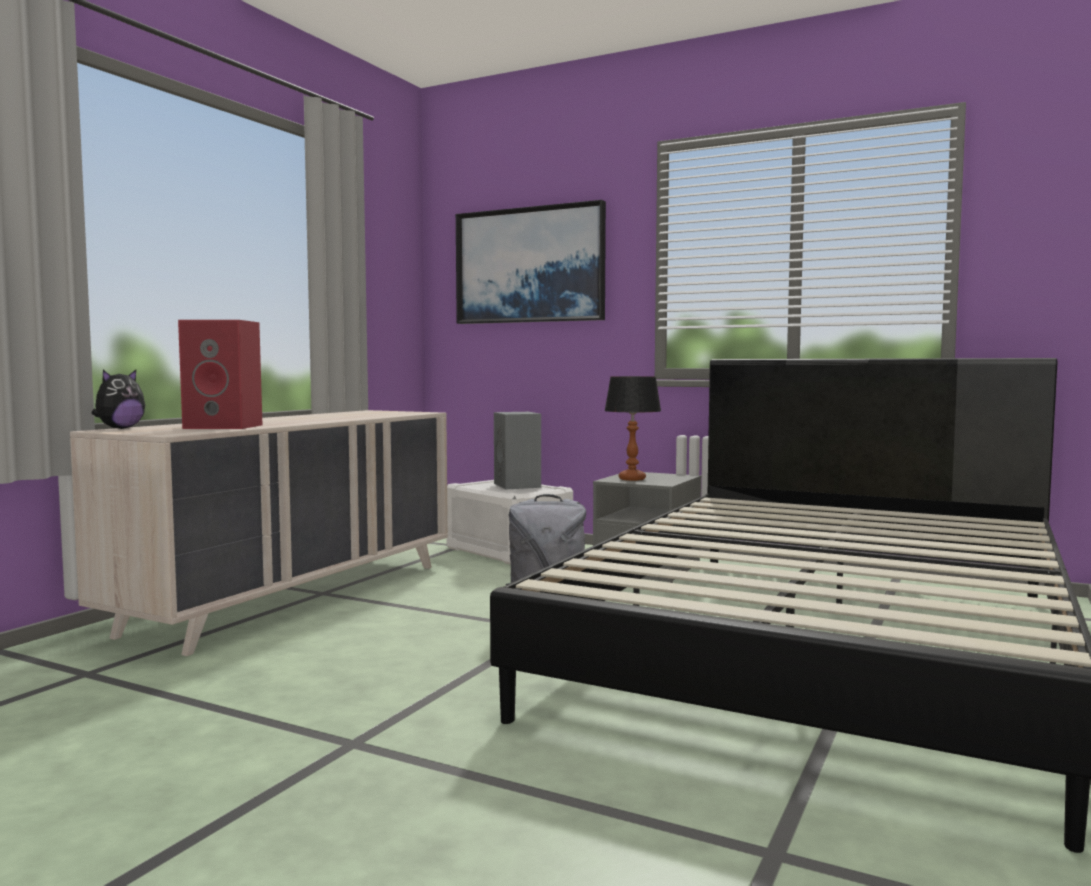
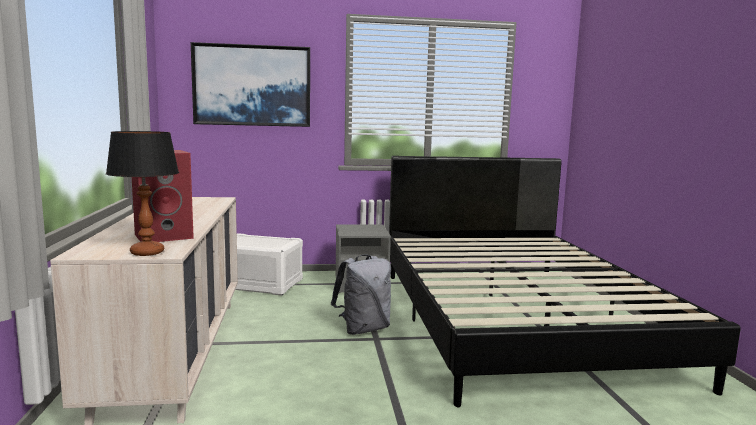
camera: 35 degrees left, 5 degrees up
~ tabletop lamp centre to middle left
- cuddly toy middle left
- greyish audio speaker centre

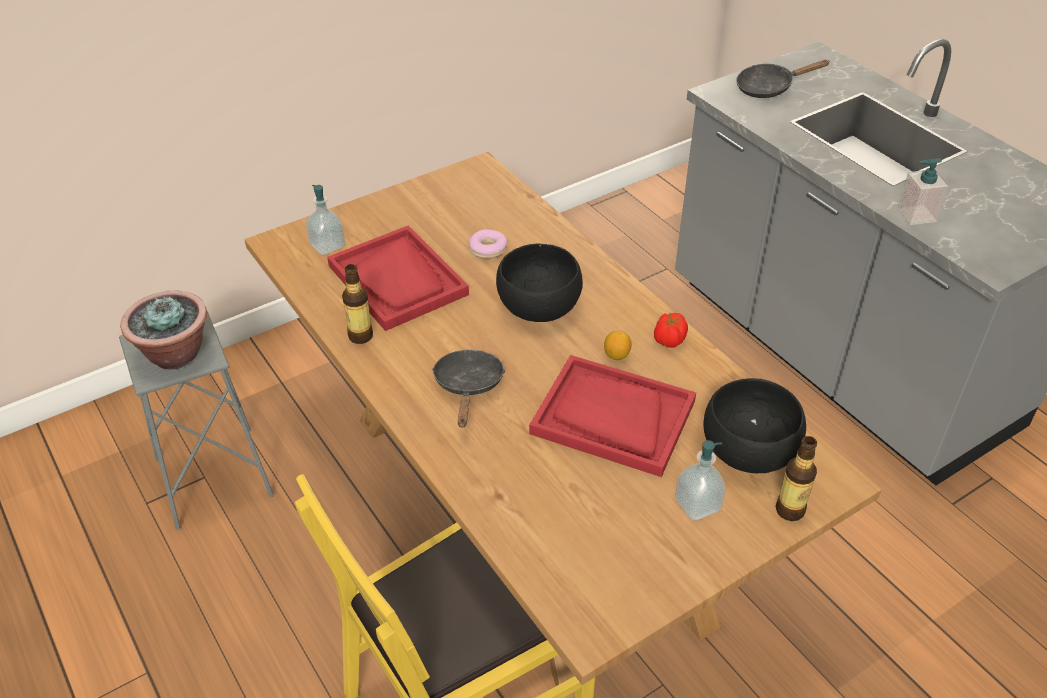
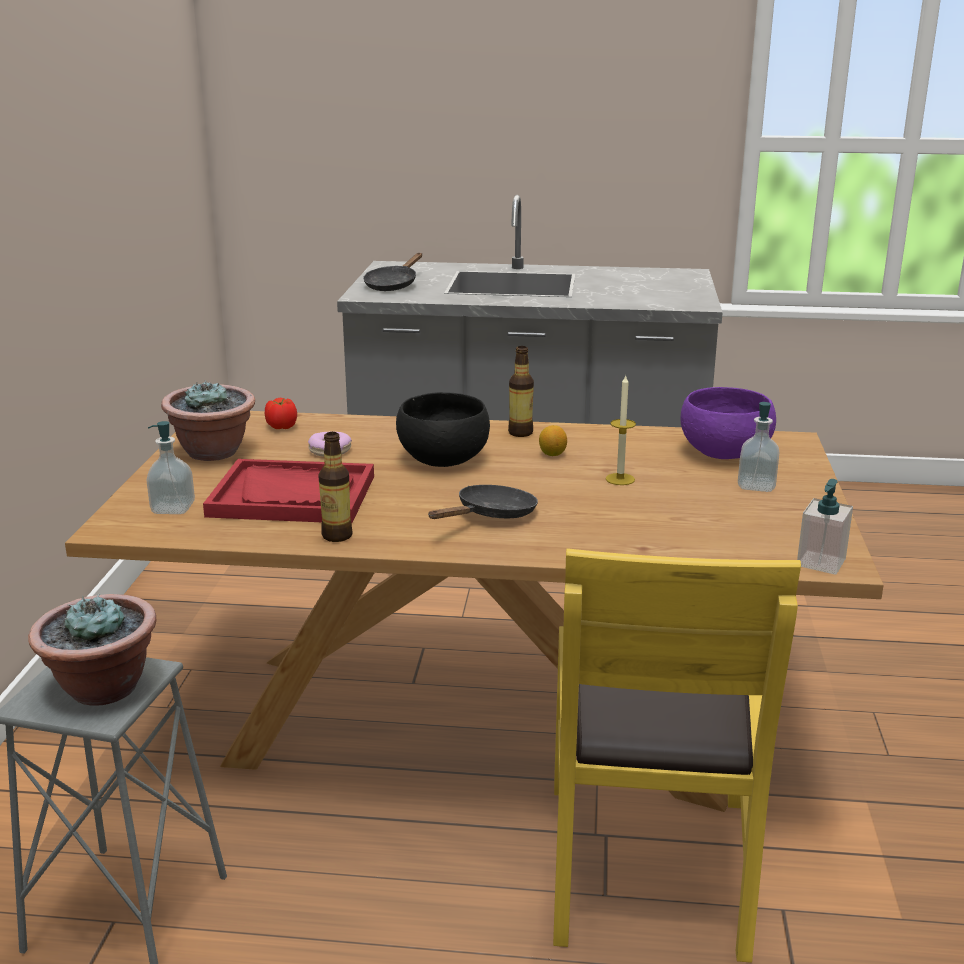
camera: 50 degrees left, 20 degrees down
+ plant in a pot (2nd from left) middle left
~ fresh tomato centre to middle left
~ black pan (1st from left in the first image) centre = centre 90 degrees clockwise
~ beverage bottle (2nd from left) bottom right to centre
~ red tray (2nd from left) centre to wax candle centre
~ black bowl (2nd from left) middle right to purple-coloured bowl middle right
~ soap bottle (3rd from left) top right to middle right

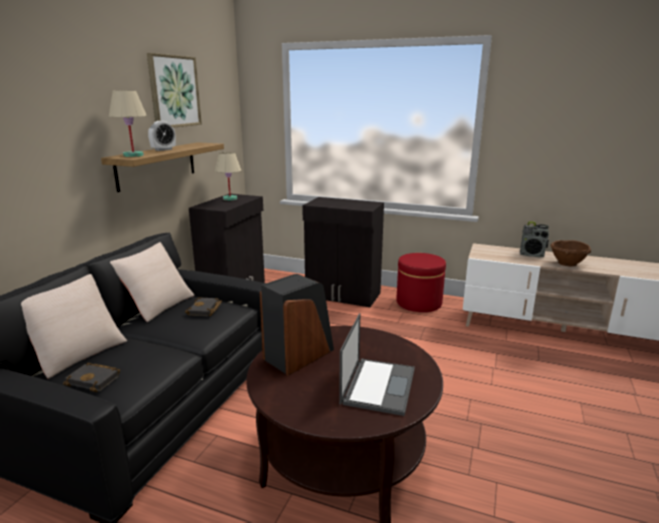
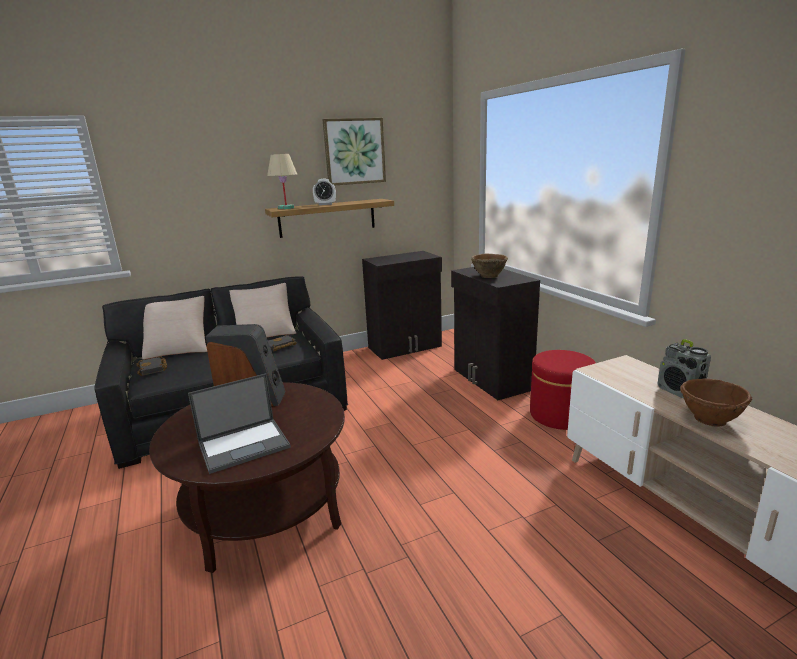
camera: 45 degrees right, 0 degrees up
+ brown-coloured bowl (1st from left) centre
- sand-coloured tabletop lamp (2nd from left) centre

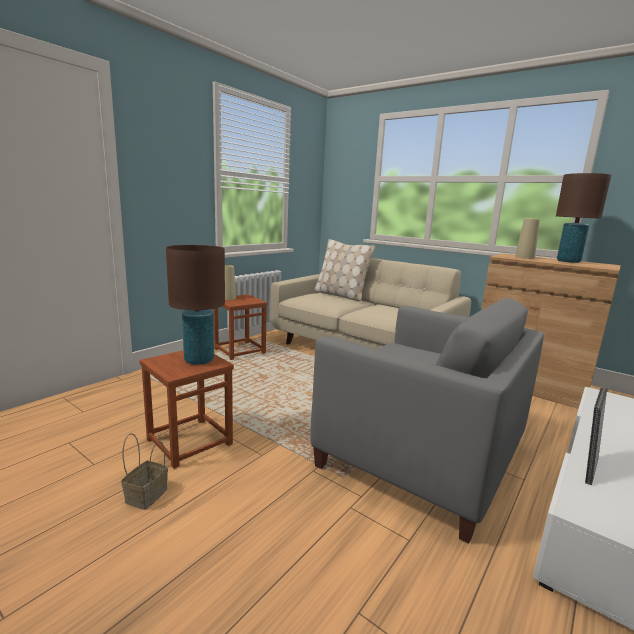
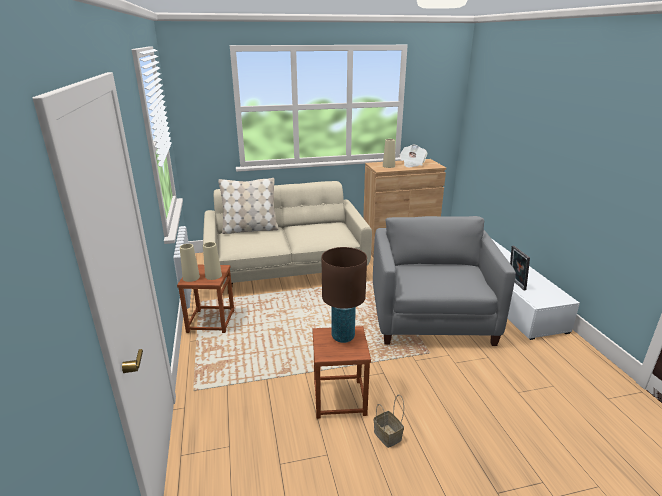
camera: 50 degrees left, 10 degrees up
+ sand-coloured flower vase (2nd from left) middle left
~ greyish armchair middle right = middle right 75 degrees counterclockwise
~ brown-coloured tabletop lamp (2nd from left) middle right to newspaper top centre

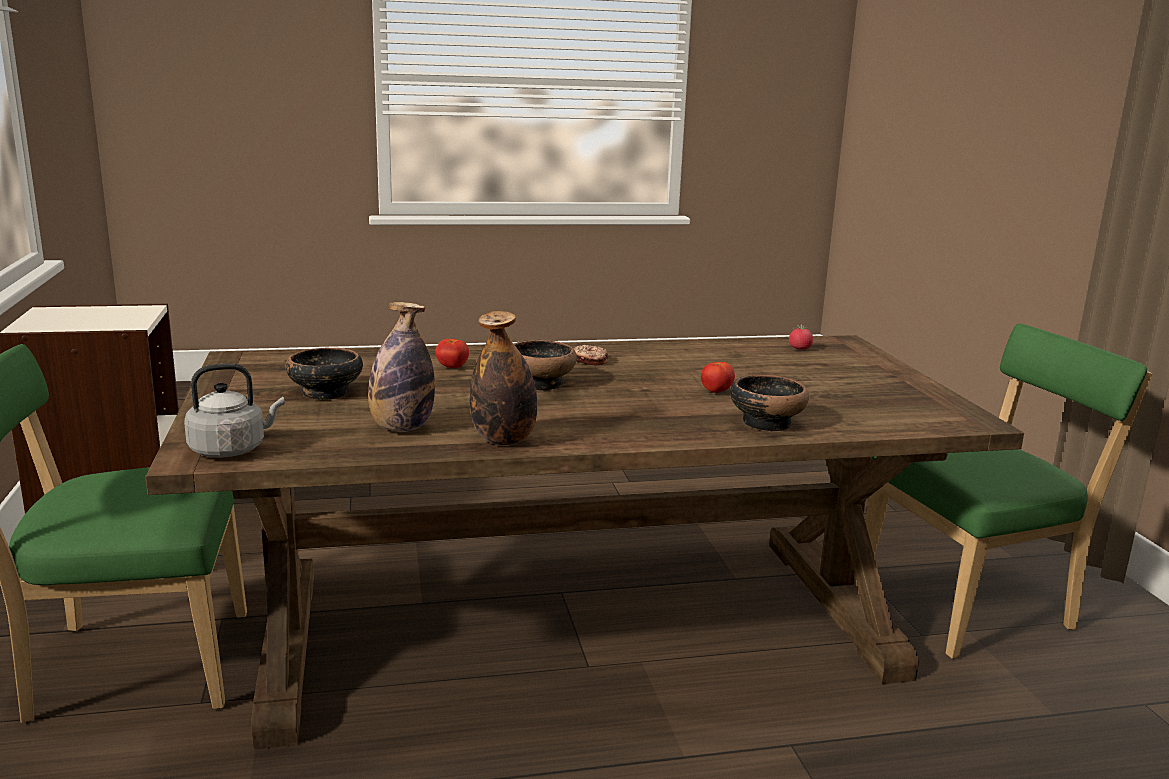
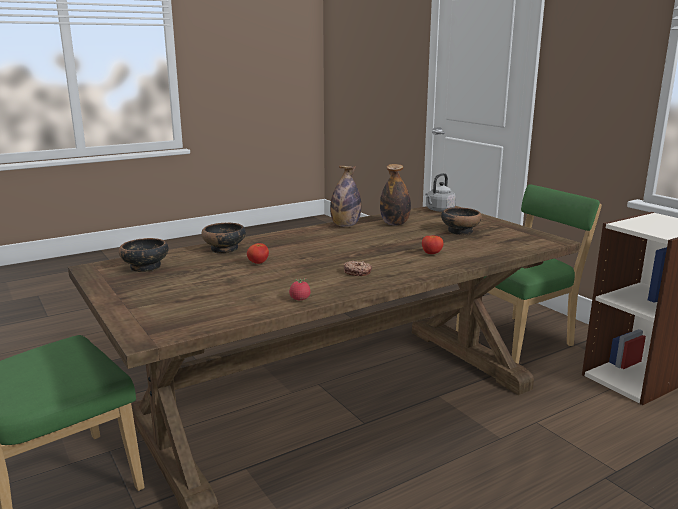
camera: 160 degrees right, 0 degrees up
~ bowl (2nd from left in the first image) centre to bowl (1st from left) middle left
~ fresh tomato (3rd from left in the first image) middle right to fresh tomato (2nd from left) centre

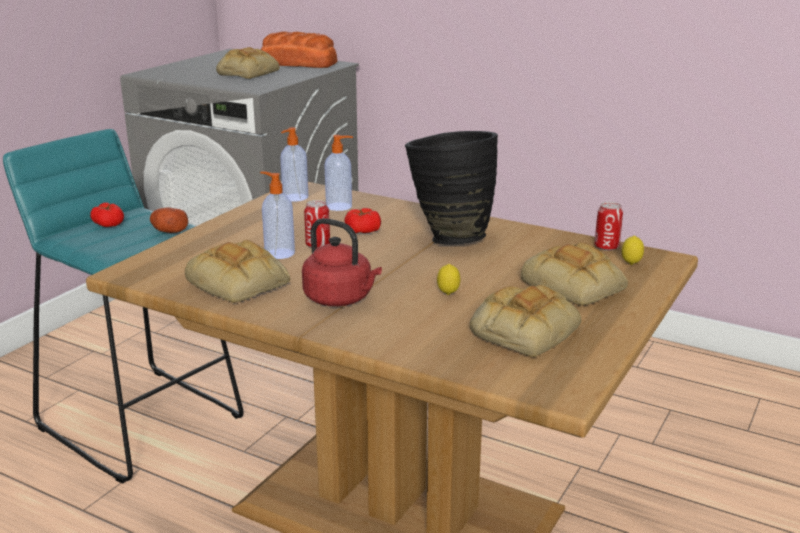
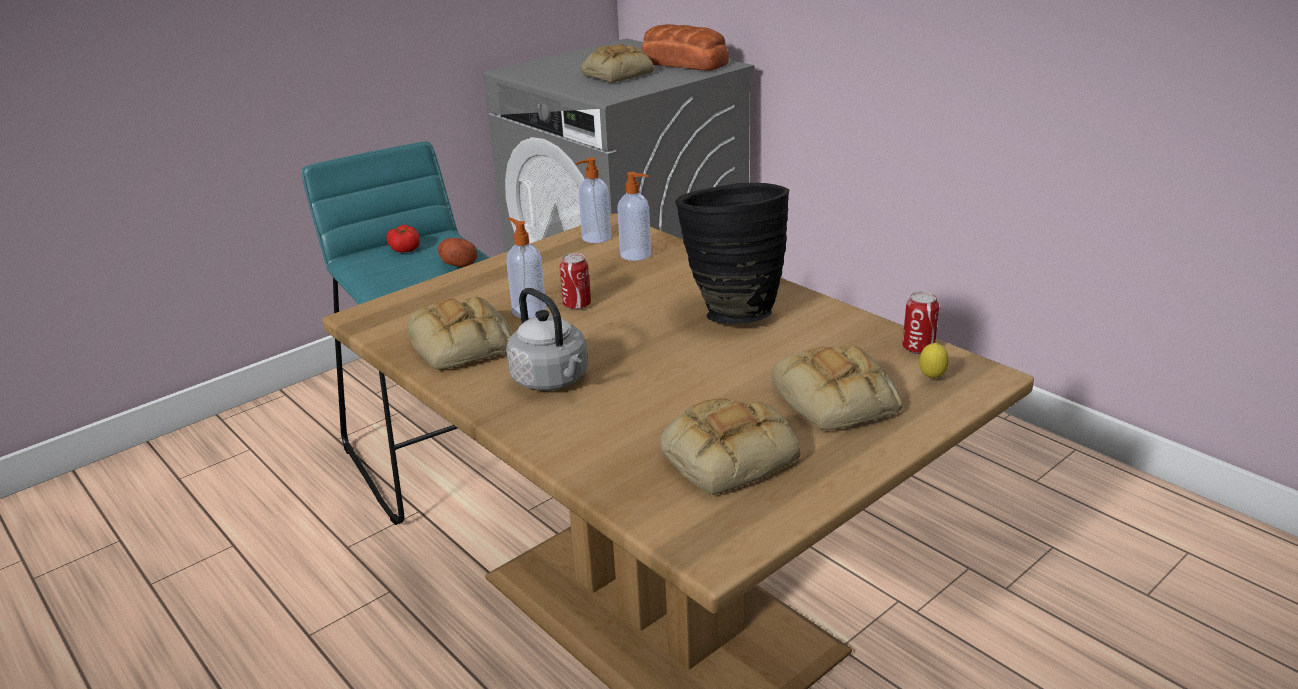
camera: 20 degrees right, 5 degrees up
~ red water kettle centre to greyish water kettle centre
- fresh tomato (2nd from left) centre
- lemon (1st from left) centre

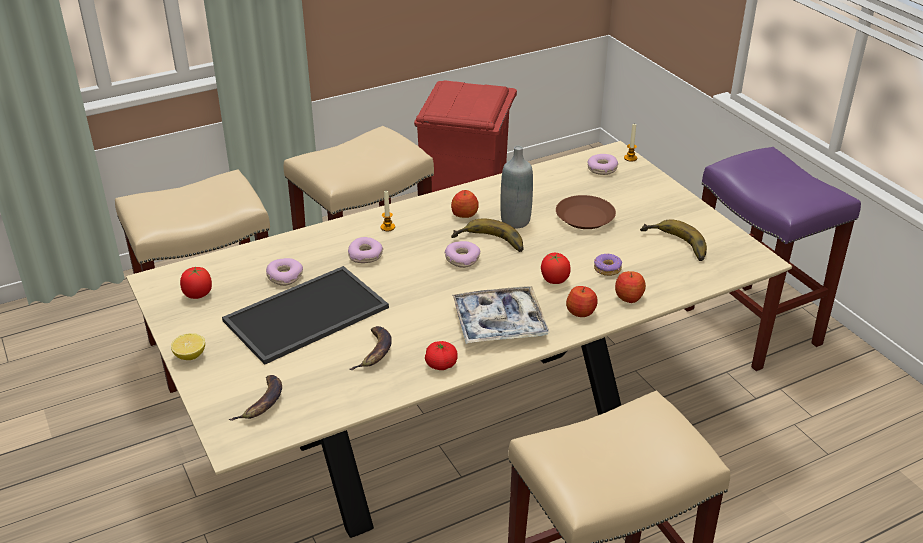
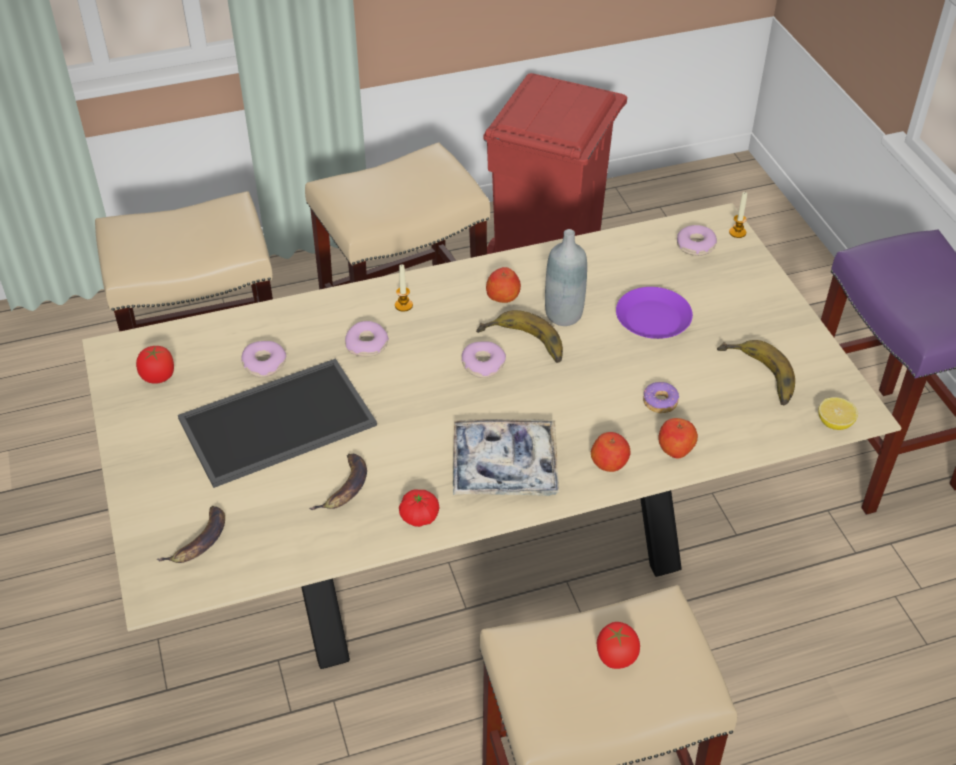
camera: 10 degrees right, 10 degrees up
~ fresh tomato (3rd from left) centre to bottom centre
~ brown-coloured dinner plate centre to purple-coloured dinner plate middle right
~ lemon middle left to middle right

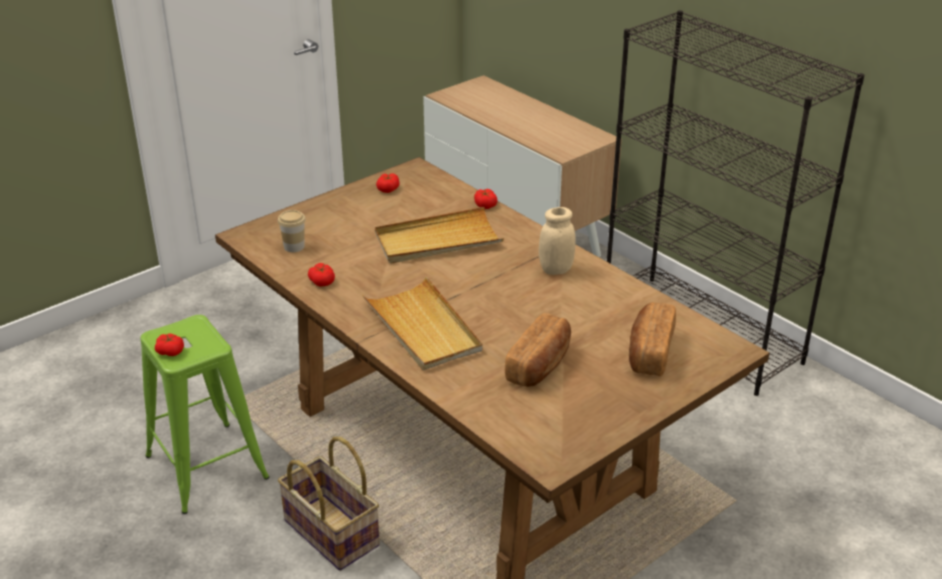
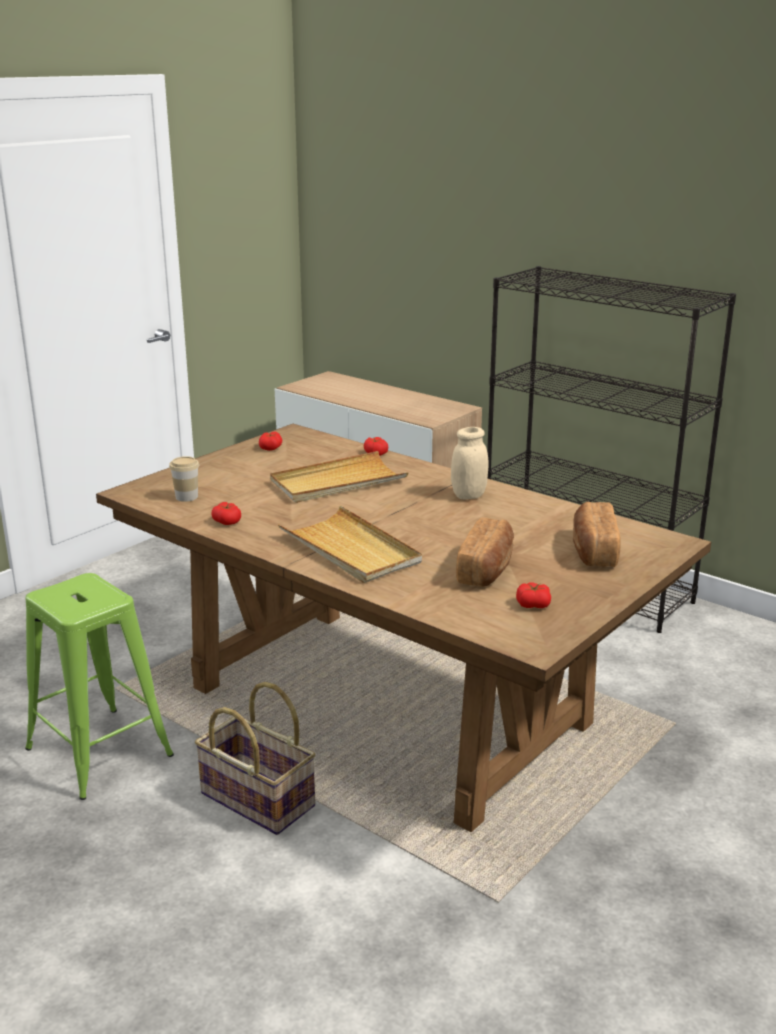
camera: 10 degrees left, 10 degrees down
~ fresh tomato (1st from left in the first image) middle left to fresh tomato (4th from left) middle right

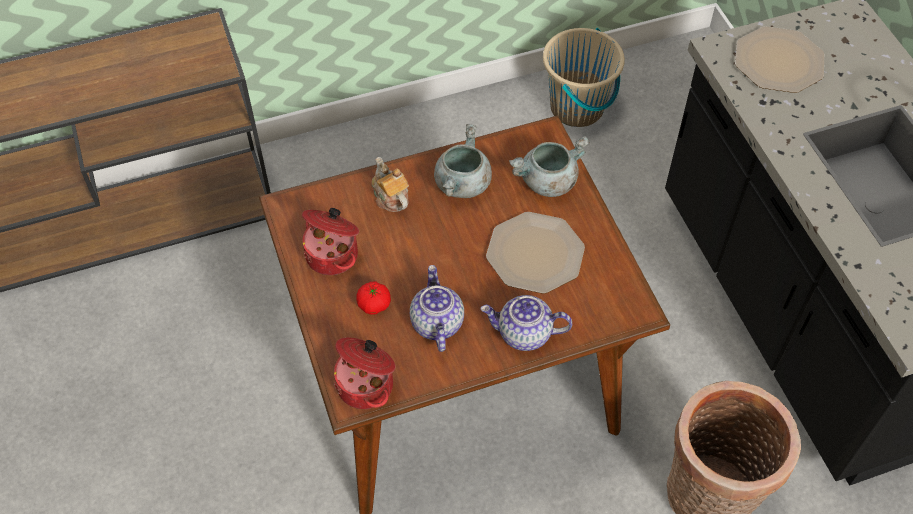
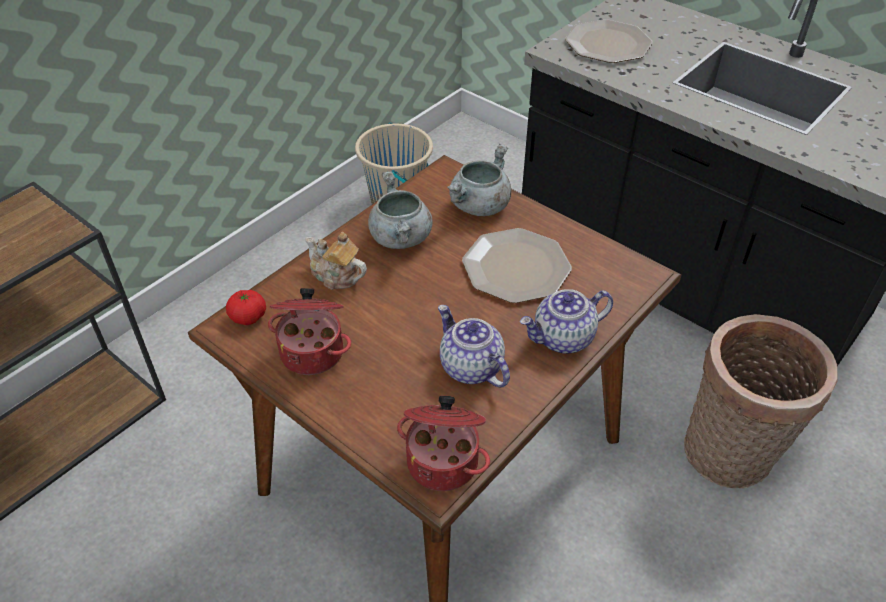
camera: 30 degrees left, 10 degrees down
~ fresh tomato centre to middle left

